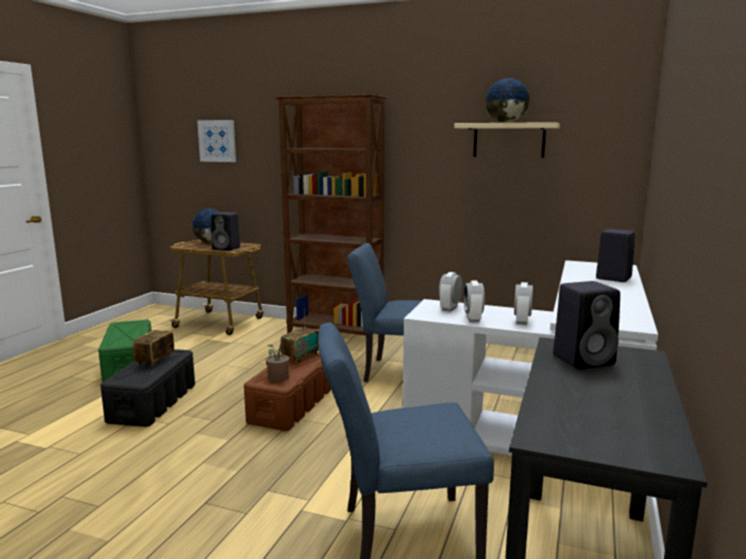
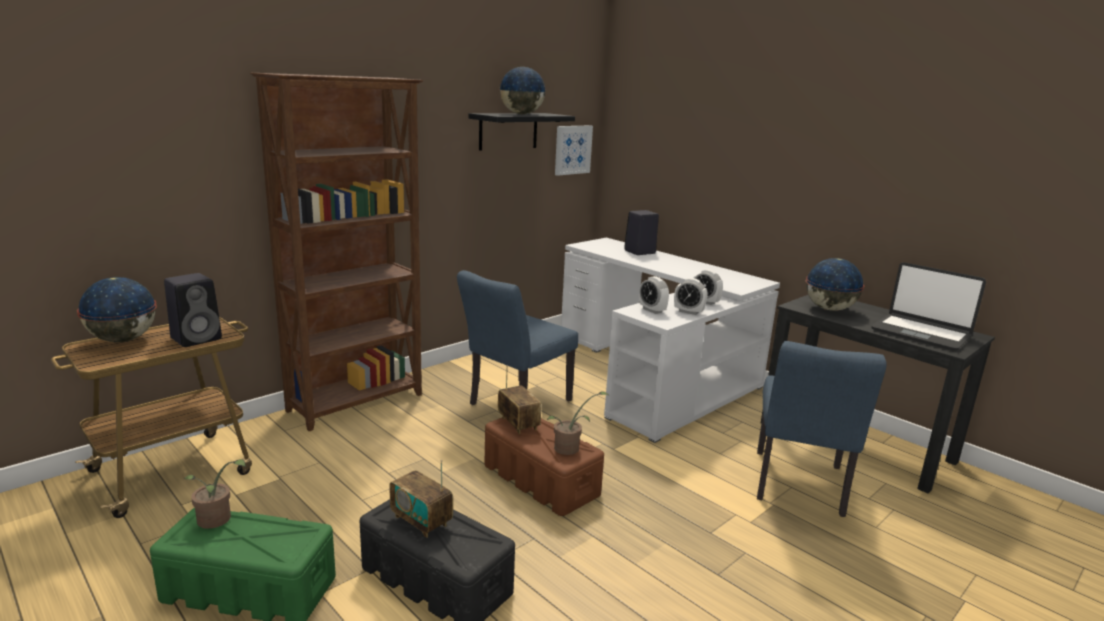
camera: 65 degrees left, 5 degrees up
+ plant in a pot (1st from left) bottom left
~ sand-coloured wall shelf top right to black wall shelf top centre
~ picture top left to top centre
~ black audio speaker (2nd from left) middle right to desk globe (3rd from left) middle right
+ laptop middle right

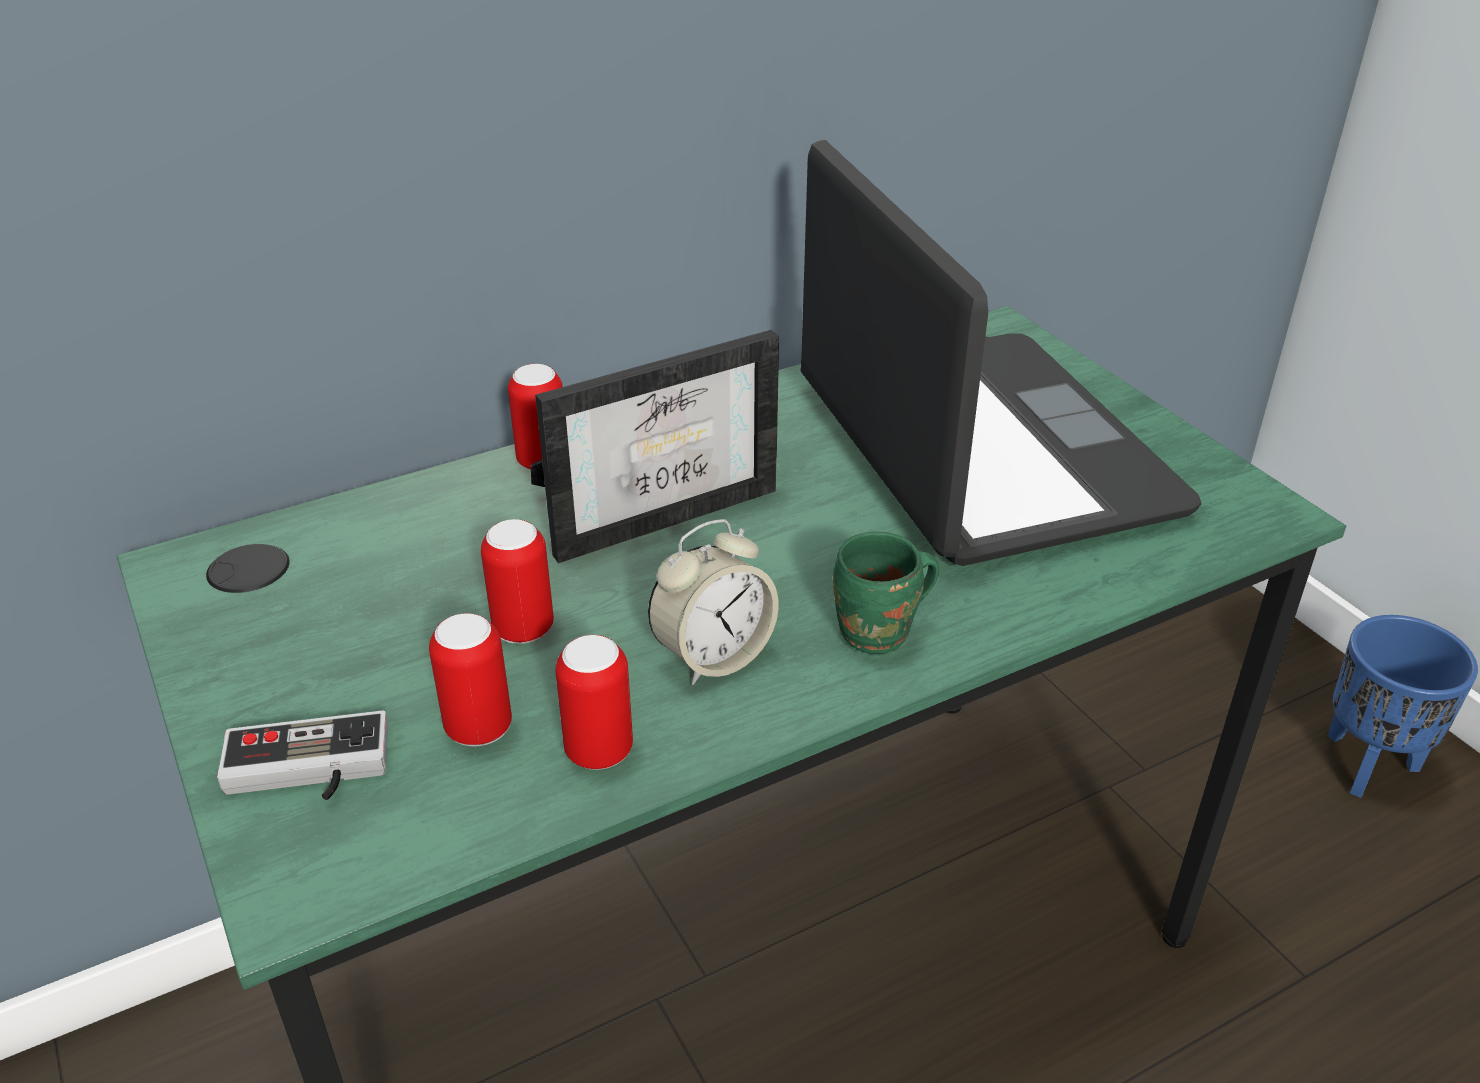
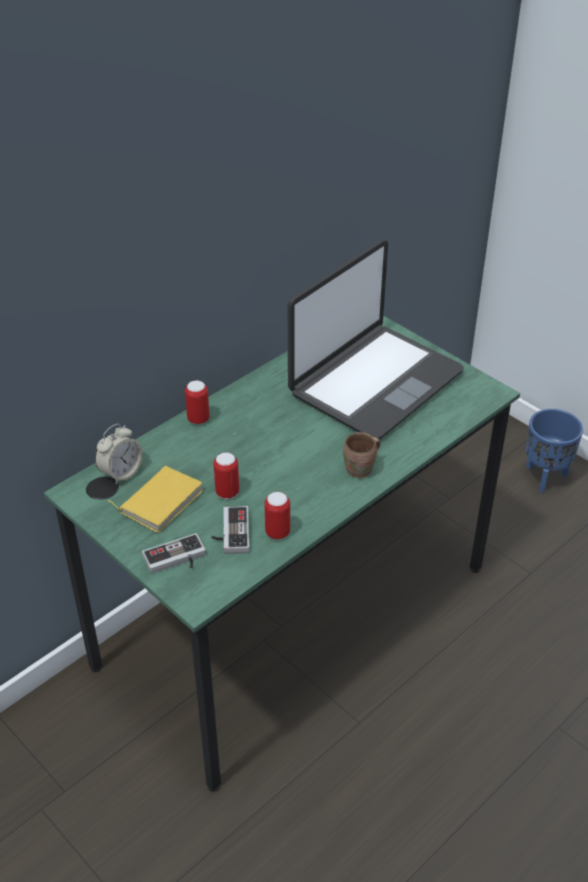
camera: 15 degrees left, 5 degrees up
~ bedside clock centre to middle left
+ yellow bound book middle left
~ sealed can (1st from left) middle left to game controller (2nd from left) centre
~ laptop top right = centre 75 degrees clockwise
~ green tea mug centre to brown-coloured tea mug centre
- picture frame centre

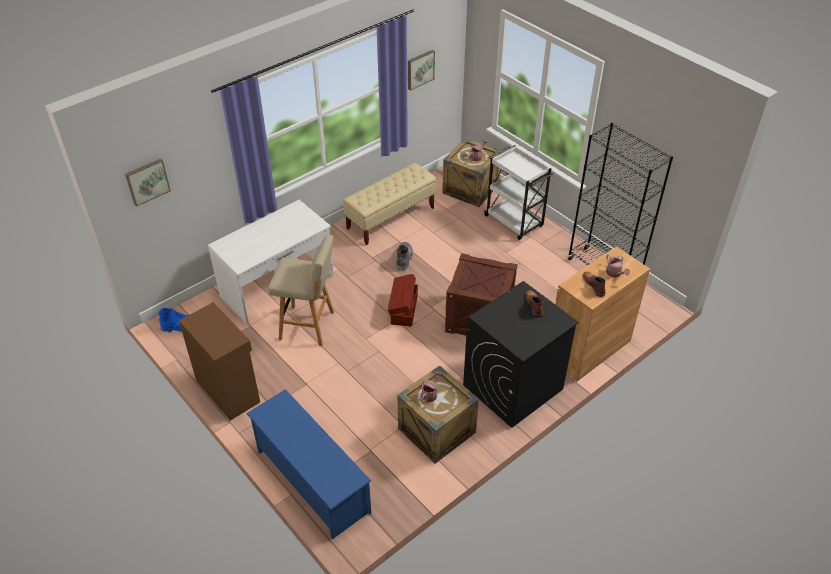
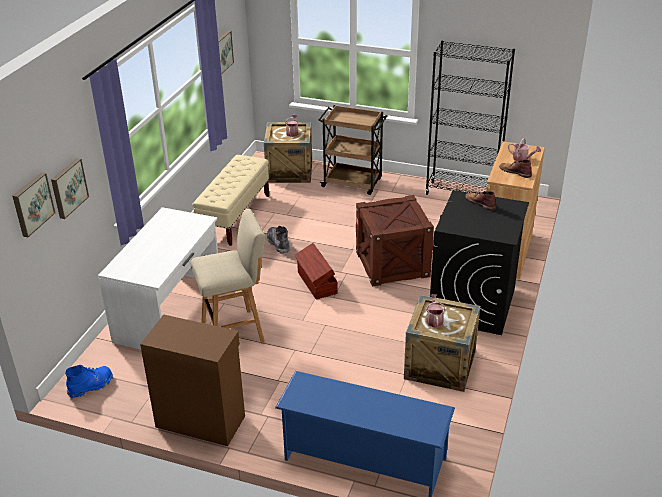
camera: 30 degrees left, 10 degrees down
+ picture (2nd from left) middle left
~ whitish wheeled cart centre to brown-coloured wheeled cart top centre

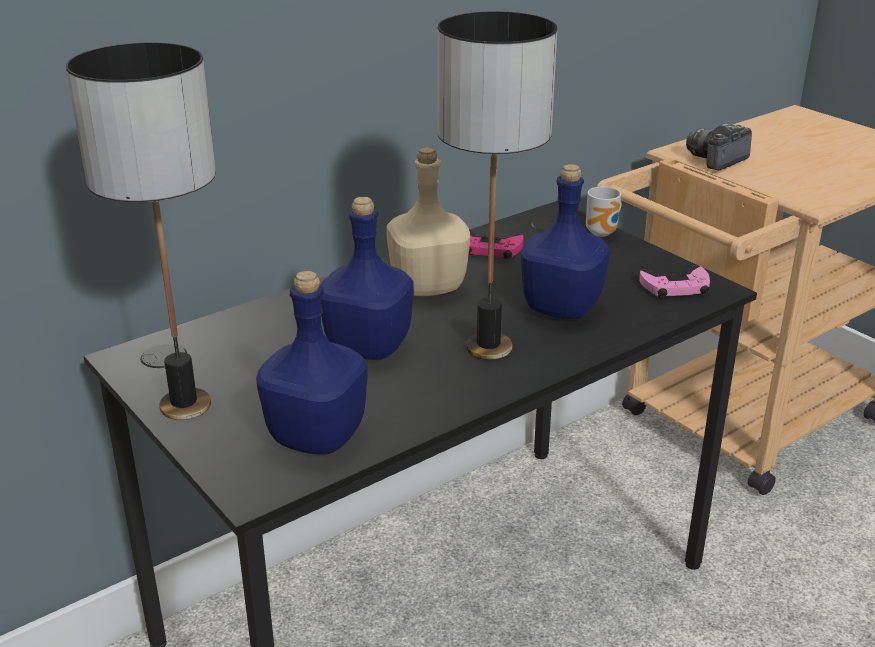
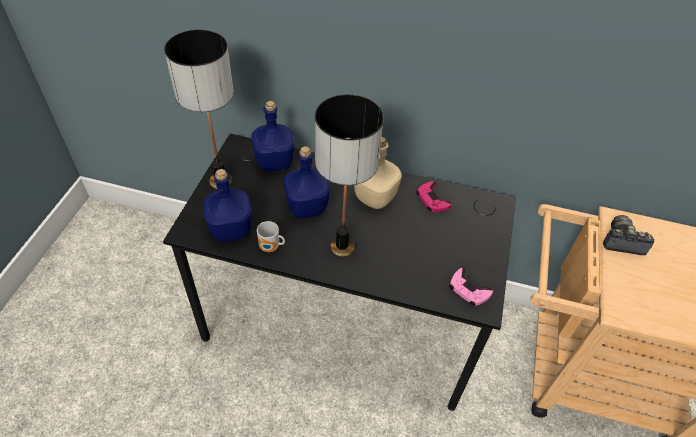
camera: 50 degrees right, 20 degrees up
~ blue beverage bottle (3rd from left in the first image) centre to blue beverage bottle (2nd from left) top centre
~ tea mug top right to centre

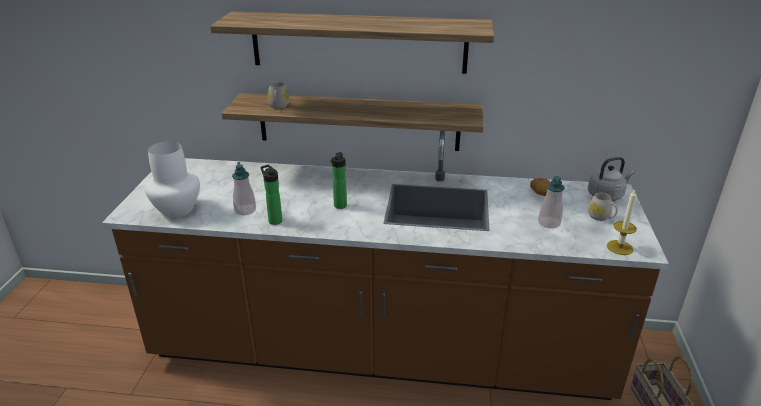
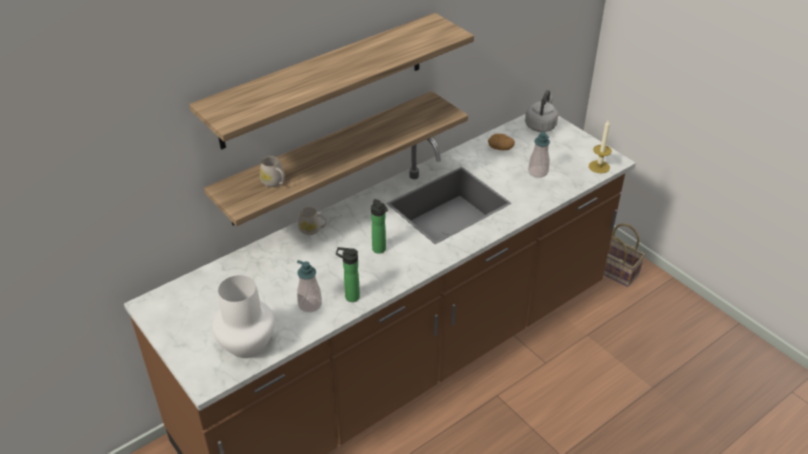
camera: 45 degrees left, 10 degrees up
~ whitish tea mug (2nd from left) middle right to centre

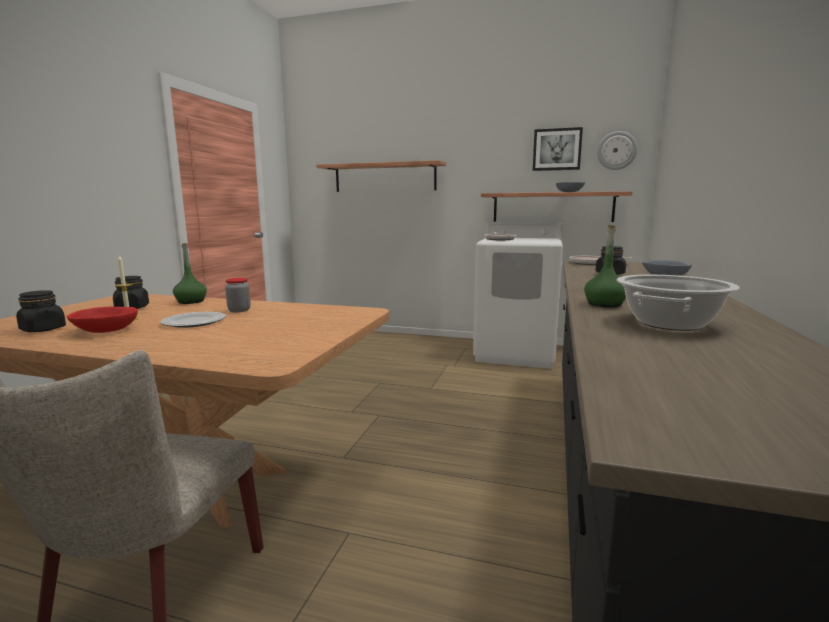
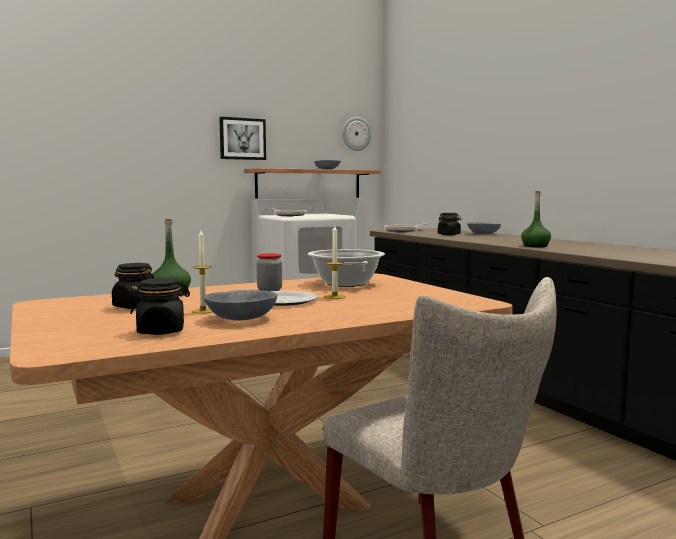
camera: 45 degrees left, 5 degrees down
~ red bowl middle left to greyish bowl (1st from left) centre
~ picture top right to top centre
~ cooking pot middle right to centre
+ wax candle (2nd from left) centre
- wall shelf (1st from left) top centre

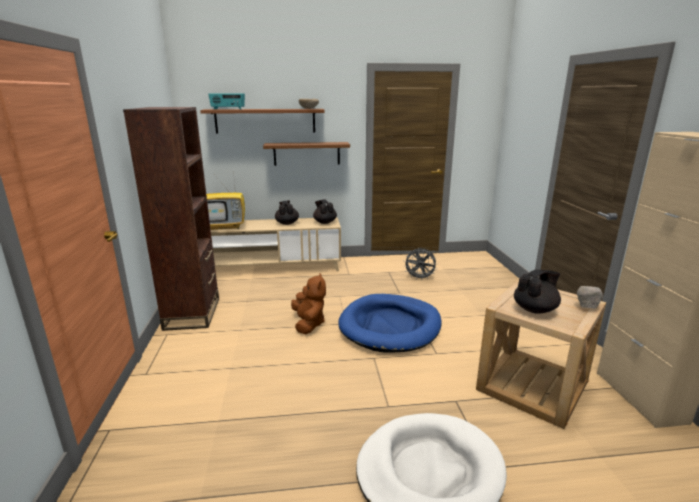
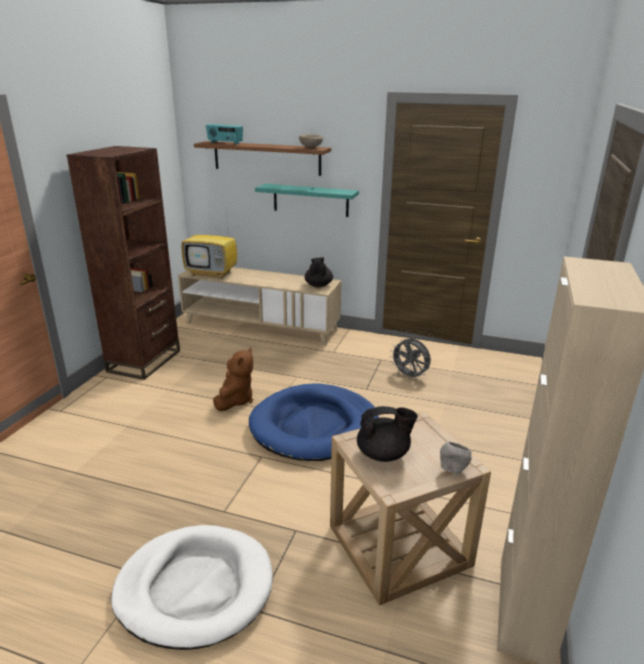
camera: 25 degrees right, 5 degrees up
~ brown-coloured wall shelf (2nd from left) top centre to turquoise wall shelf top centre
- black pot for tea (1st from left) centre

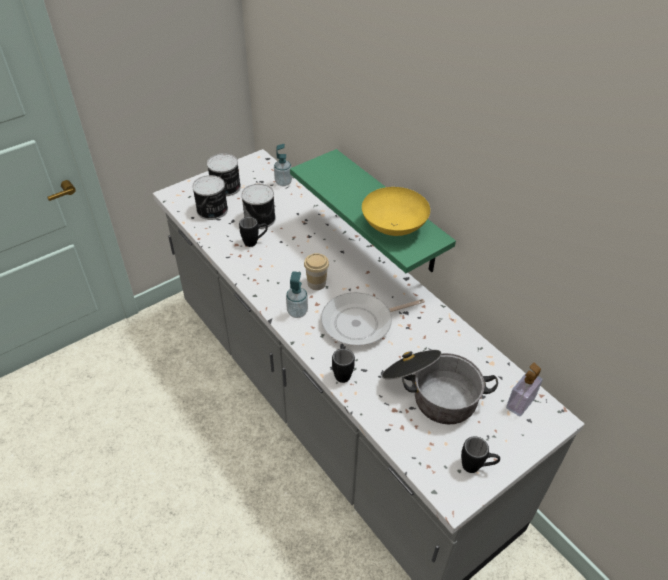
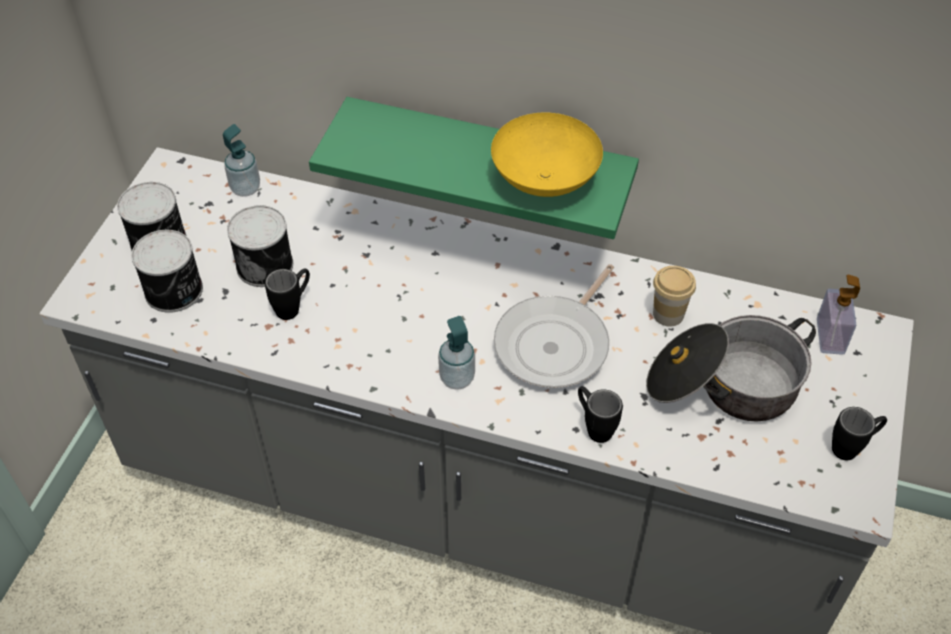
camera: 35 degrees left, 5 degrees up
~ drinking cup centre to middle right

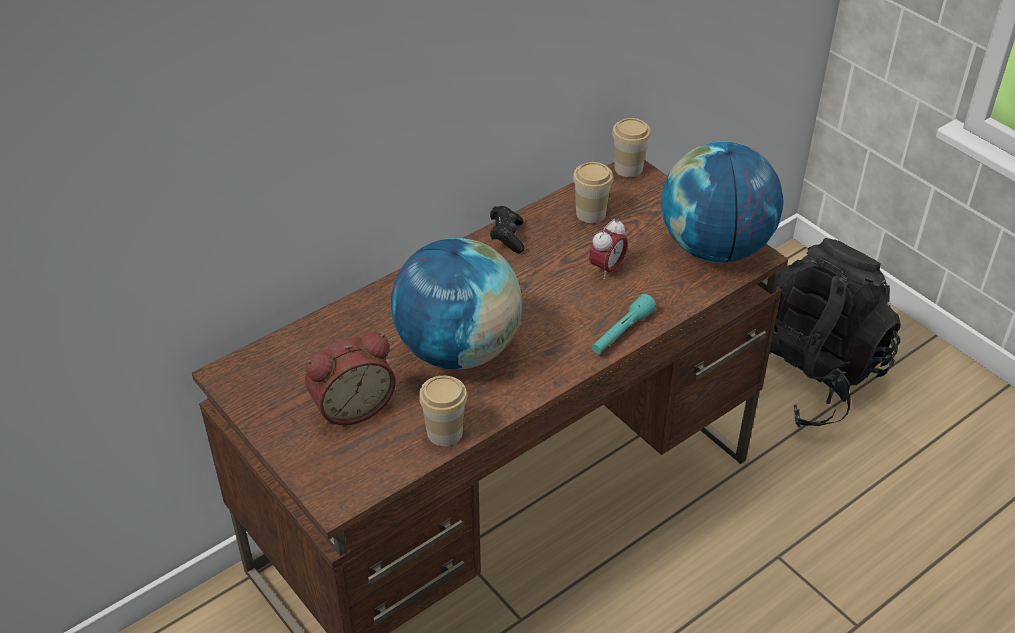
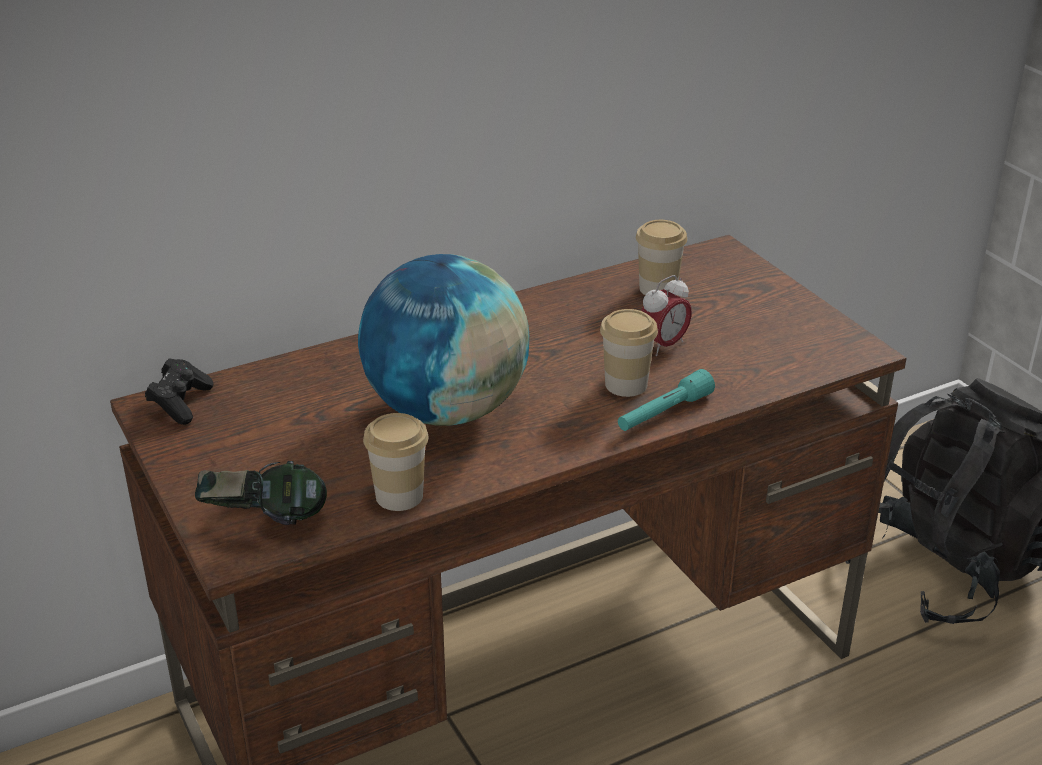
camera: 10 degrees right, 10 degrees down
~ black game controller centre to middle left
+ pair of headphones middle left
~ drinking cup (3rd from left in the first image) top centre to drinking cup (2nd from left) centre
- bedside clock (1st from left) centre
- desk globe (2nd from left) top right

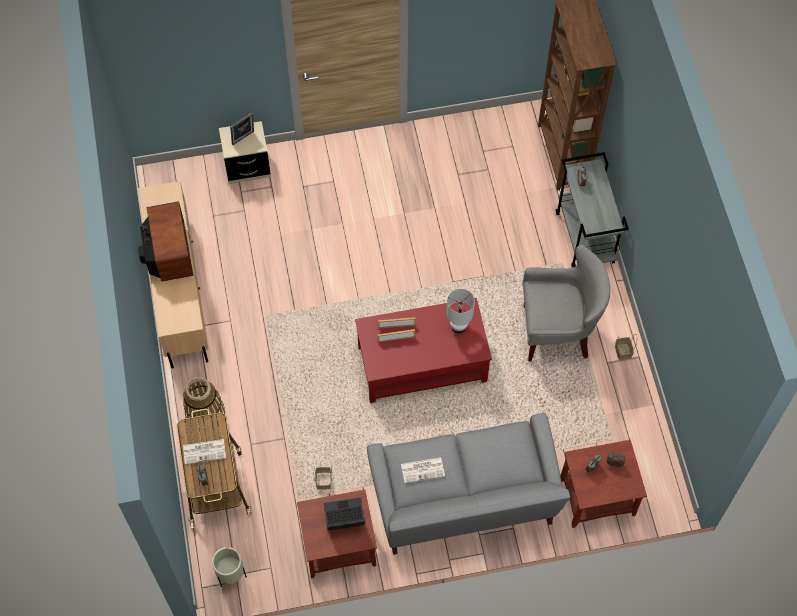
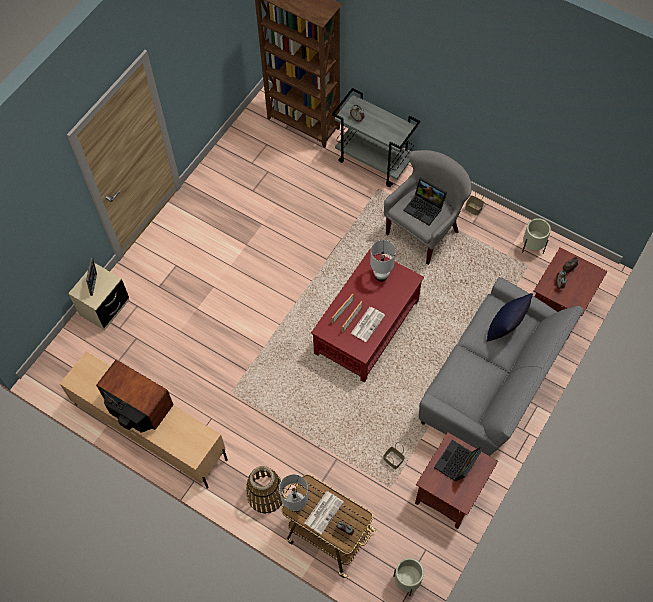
camera: 45 degrees left, 0 degrees up
+ whitish tabletop lamp (1st from left) bottom centre
~ newspaper (2nd from left) bottom centre to centre
+ laptop (1st from left) centre
+ blue cushion middle right
+ sand-coloured plant pot (2nd from left) middle right

